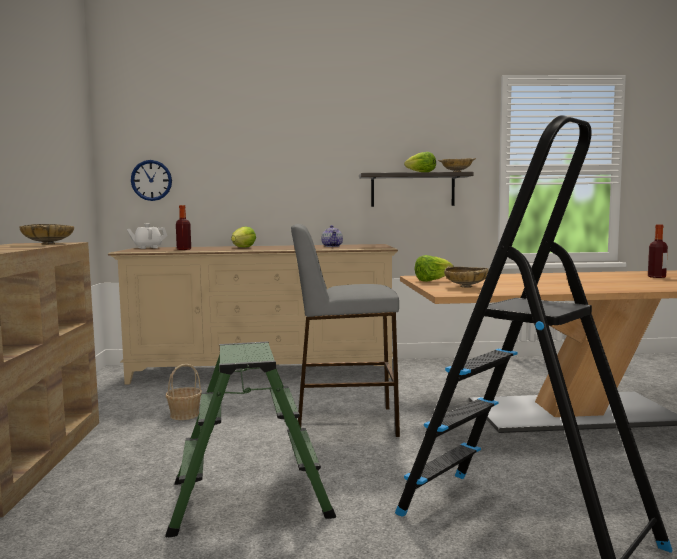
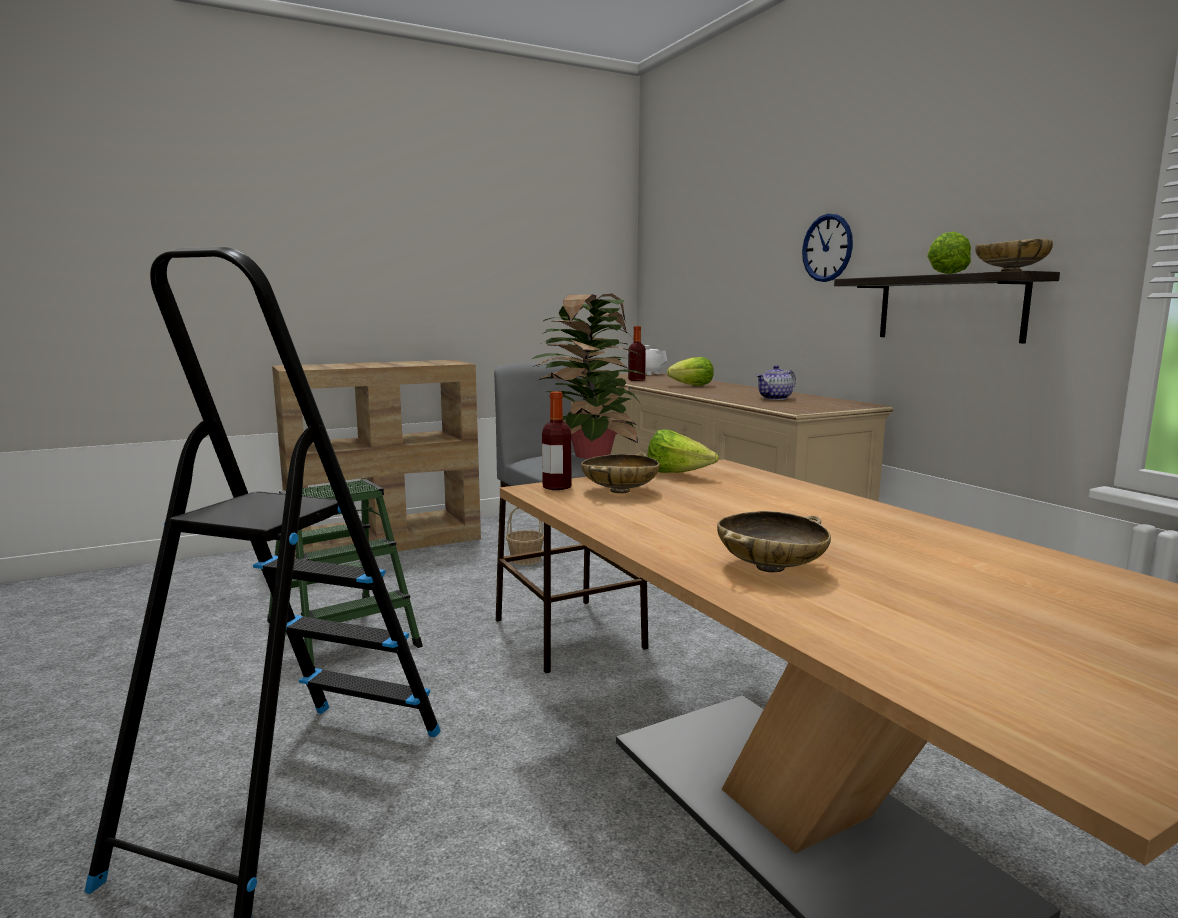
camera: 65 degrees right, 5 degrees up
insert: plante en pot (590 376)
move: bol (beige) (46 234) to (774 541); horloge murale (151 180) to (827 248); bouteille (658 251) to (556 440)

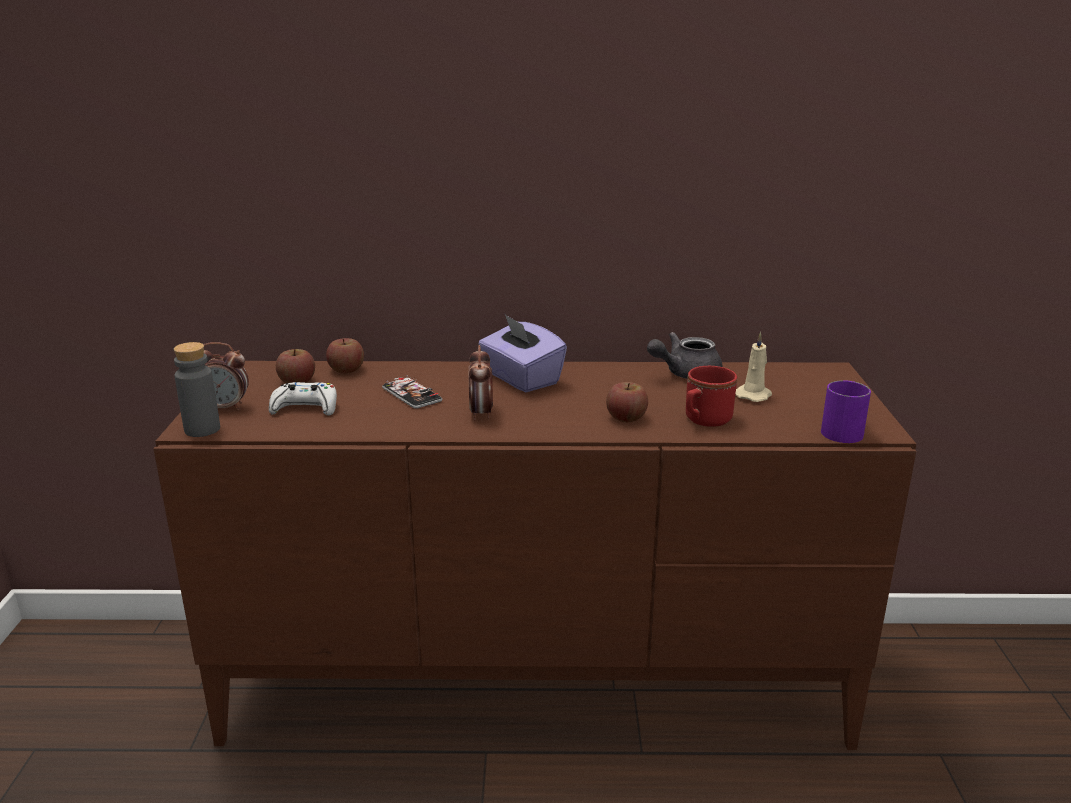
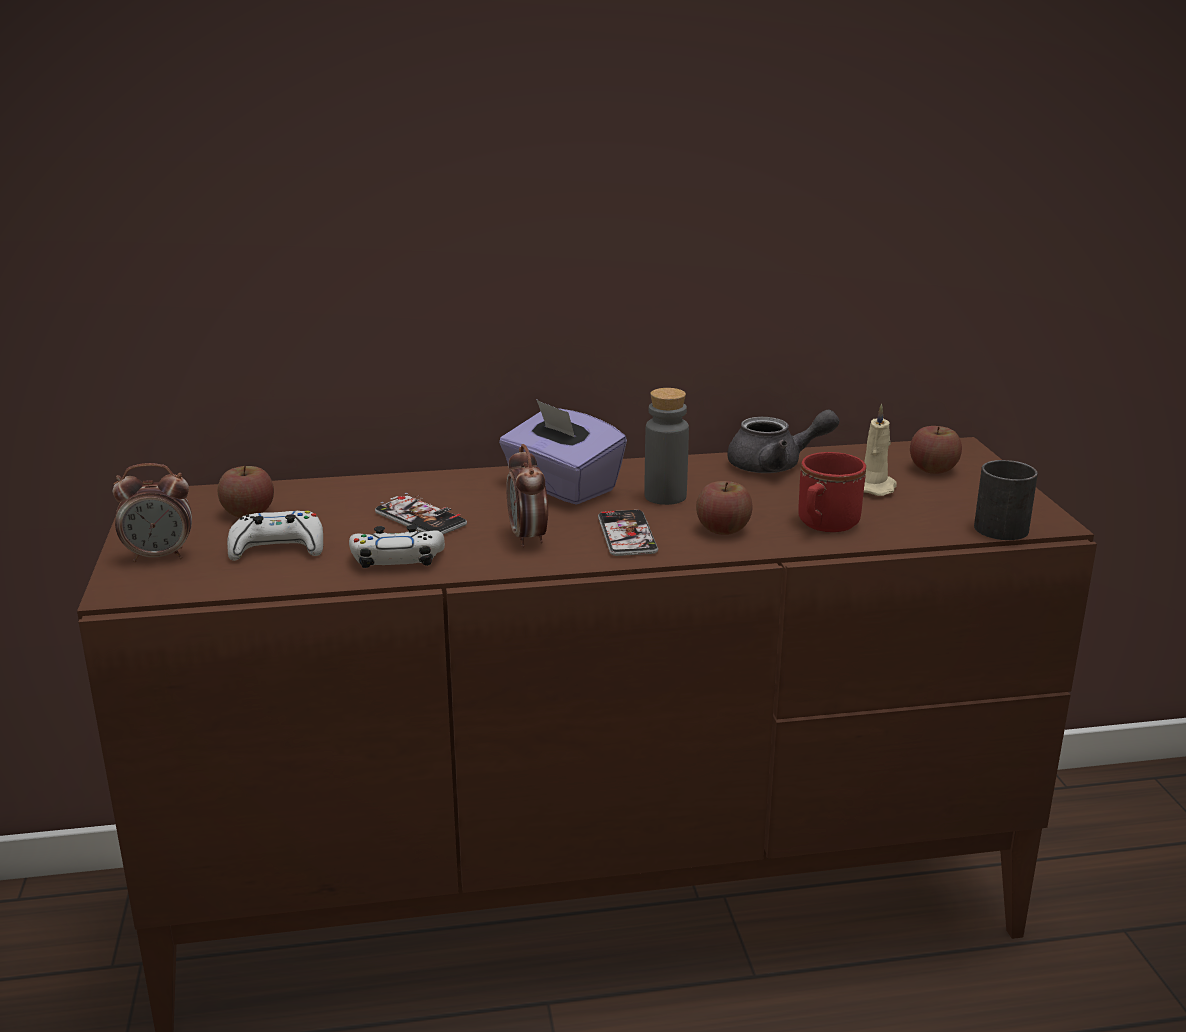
camera: 10 degrees left, 0 degrees up
insert: manette (blanc) (397 546); téléphone (628 532)
move: bouteille (gris) (197 389) to (666 446); pomme (345 356) to (936 450)
recolor: mug (violet) (846 411) to mug (noir) (1006 500)
rotate: théière (gris) (685 355) = (783 441) 150 degrees counterclockwise

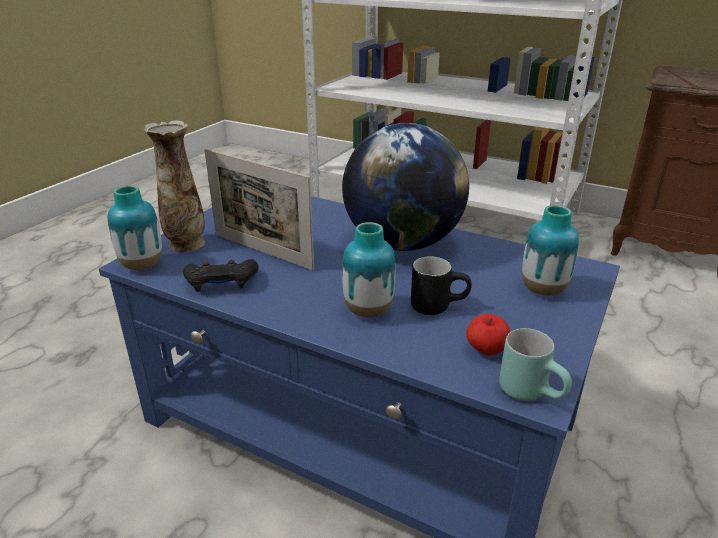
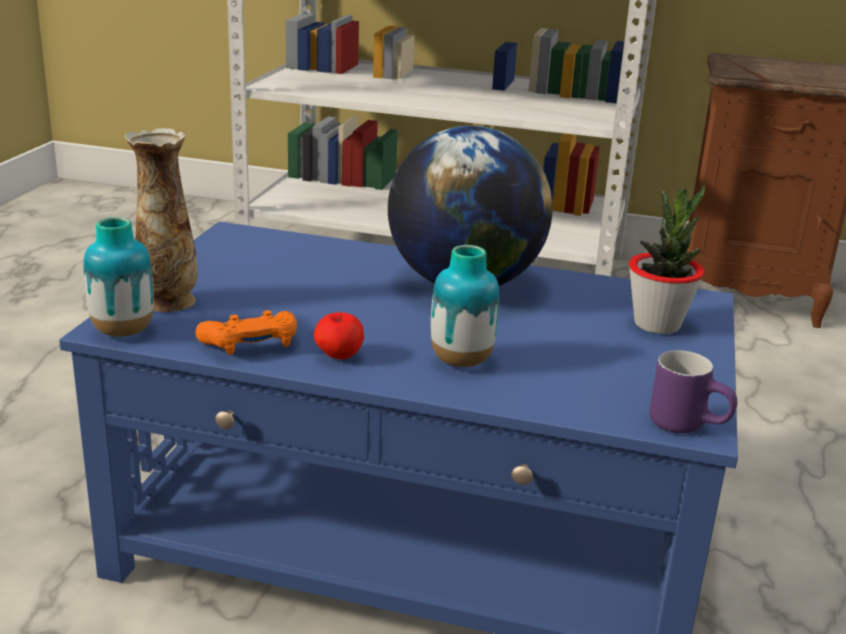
camera: 15 degrees left, 5 degrees down
delete: cadre photo (259 209); mug (noir) (441 285)
move: pomme (488 334) to (339 336)
replace: vase (550 250) to plante en pot (667 259)
recolor: manette (noir) (221 275) to manette (orange) (246 332); mug (turquoise) (535 364) to mug (violet) (693 391)

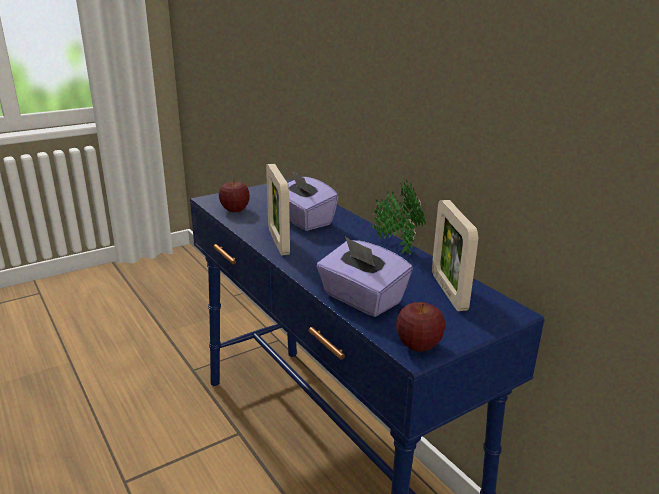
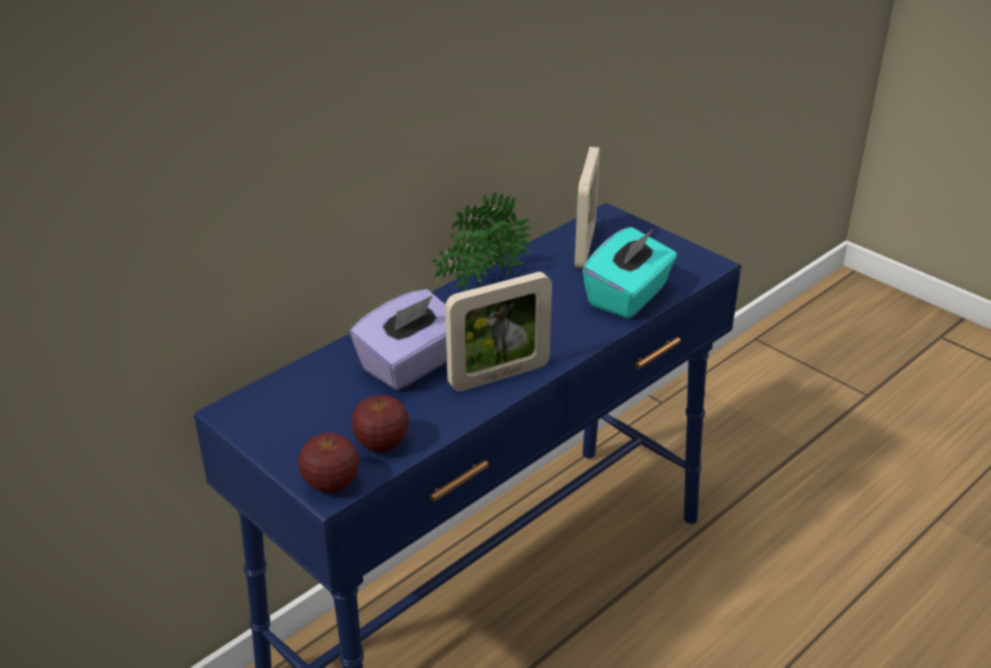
camera: 100 degrees left, 10 degrees up
move: pomme (420 327) to (329 463)
recolor: boîte à mouchoirs (violet) (364 277) to boîte à mouchoirs (turquoise) (630 273)
rotate: cadre photo (455 255) = (587 207) 60 degrees counterclockwise

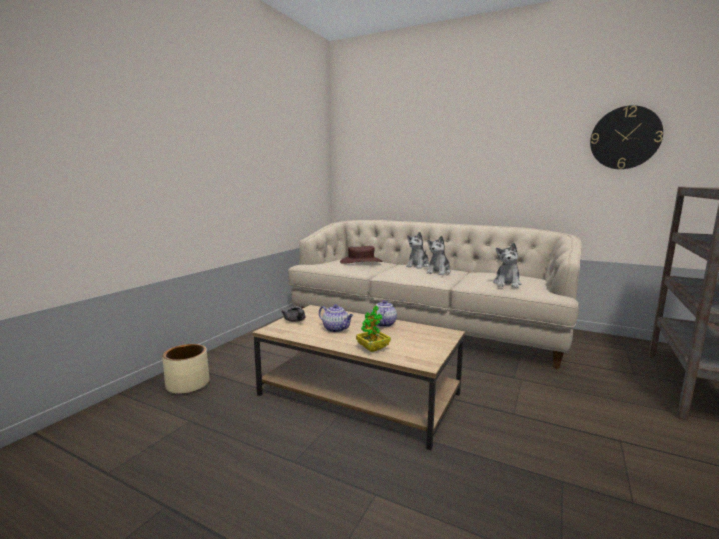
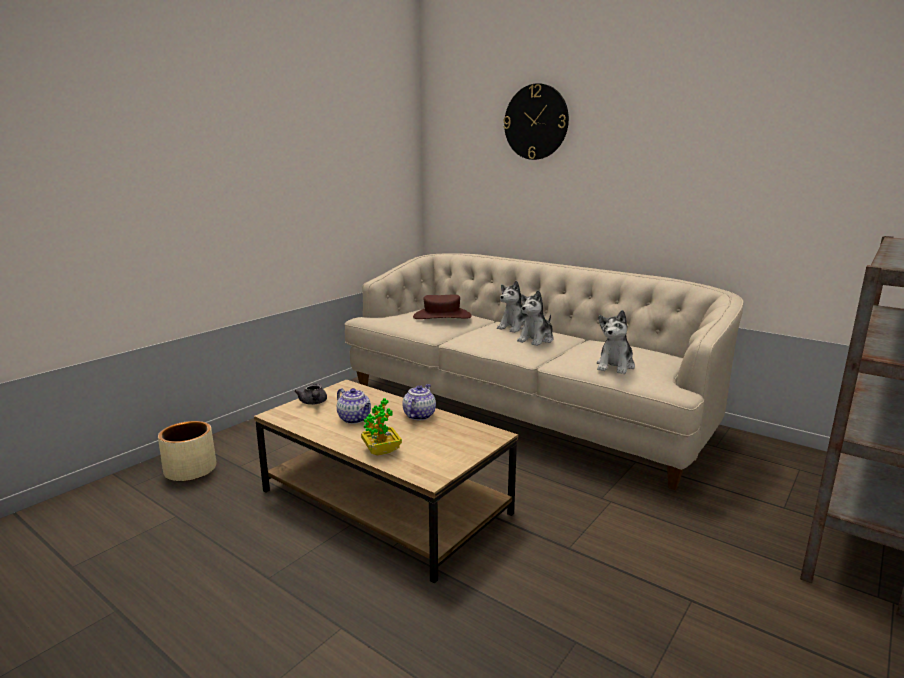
camera: 10 degrees right, 5 degrees up
move: horloge murale (626 137) to (536 121)

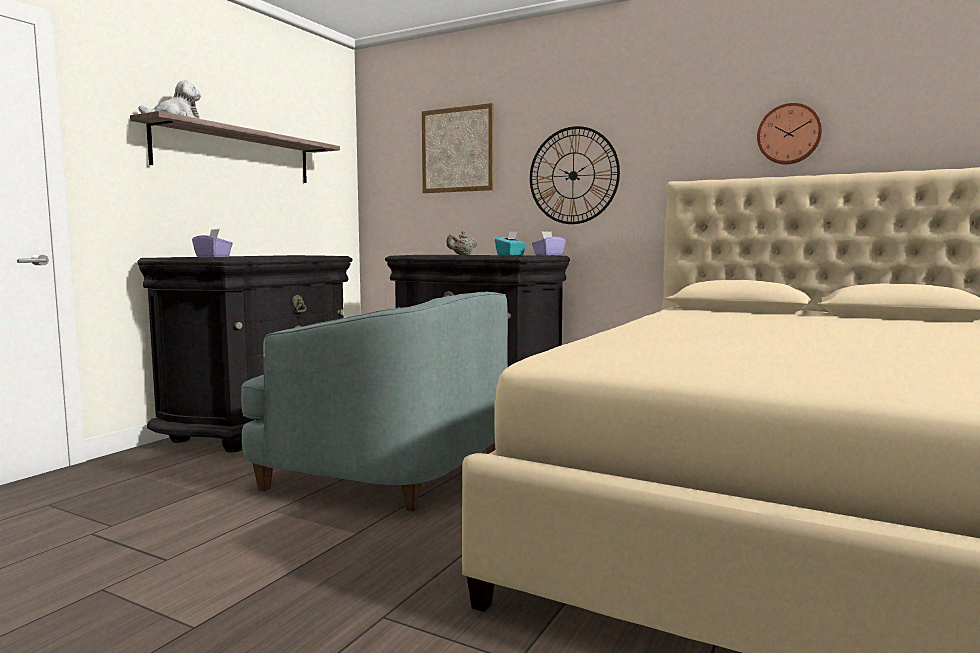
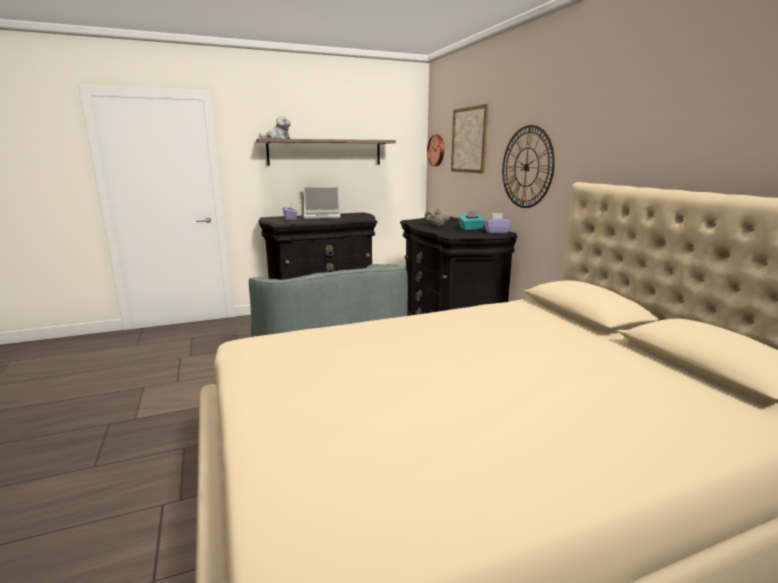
camera: 40 degrees right, 10 degrees up
insert: ordinateur portable (321 202)
move: horloge murale (789 133) to (435 150)

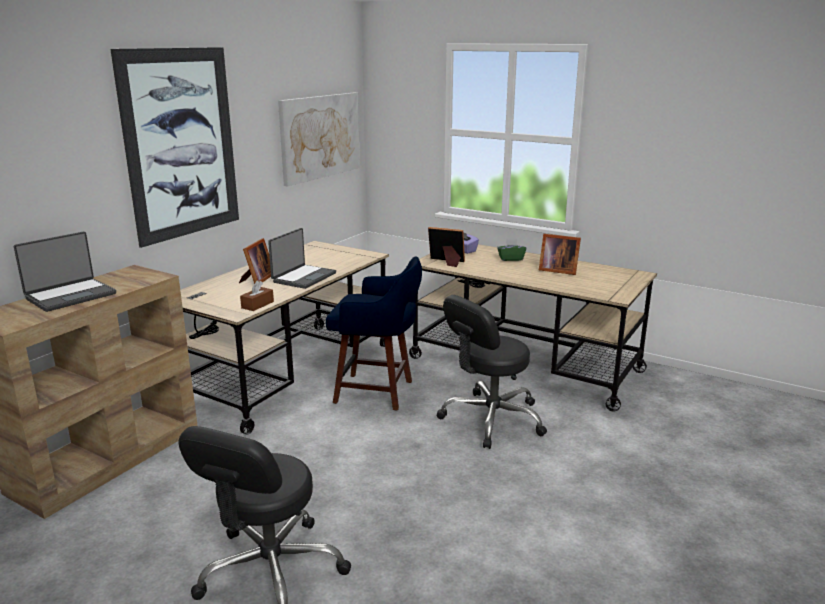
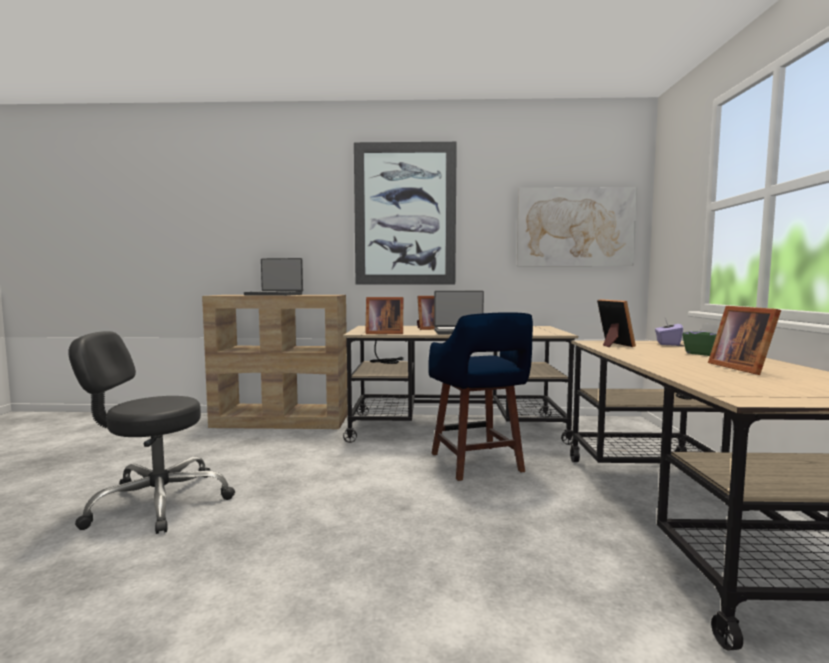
camera: 60 degrees right, 15 degrees down
delete: chaise de bureau (noir) (492 372)
replace: boîte à mouchoirs (marron) (257 296) to cadre photo (384 315)

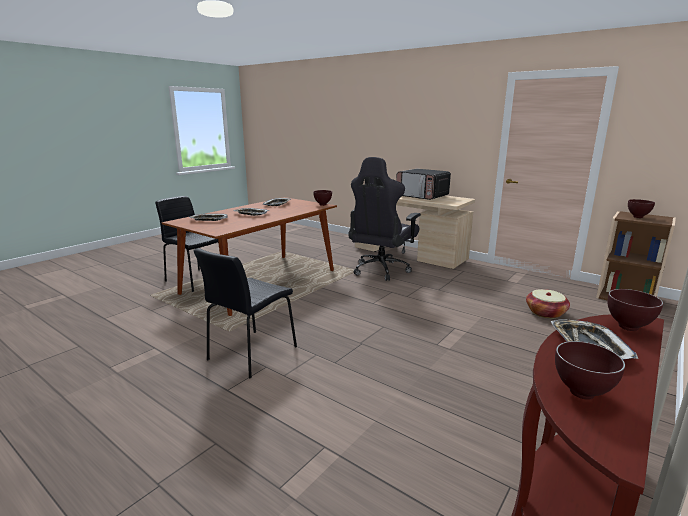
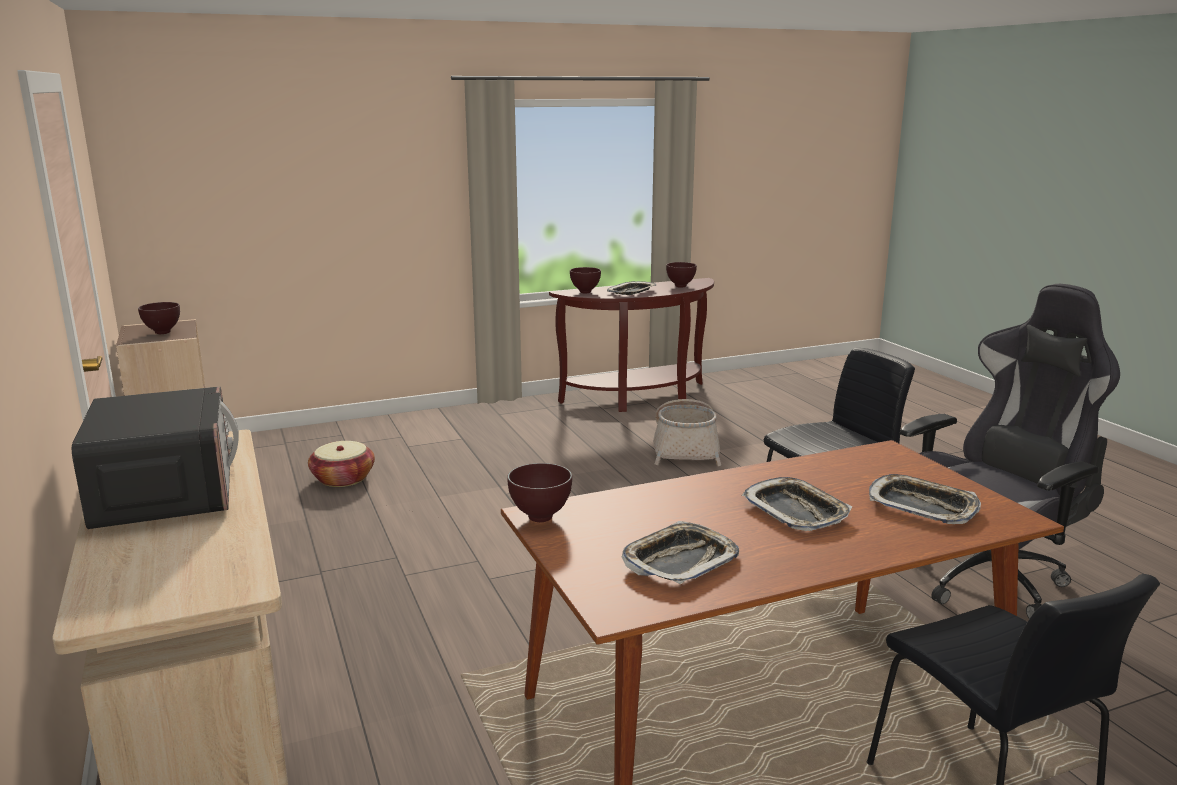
camera: 150 degrees left, 0 degrees up
insert: panier (687 432)
move: chaise de bureau (noir) (384 219) to (1010 451)

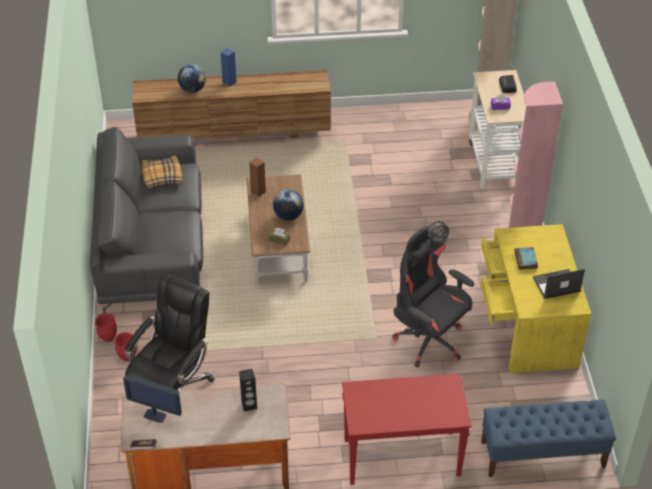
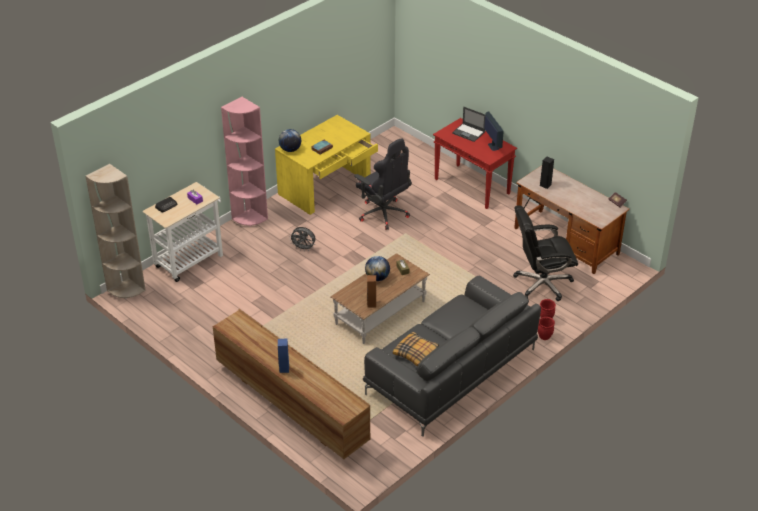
camera: 130 degrees left, 5 degrees down
delete: banc (bleu) (548 438)
move: écran d'ordinateur (152 399) to (494 131); globe (192 78) to (290 140); ordinateur portable (559 284) to (468 124)
rotate: chaise de bureau (noir) (433 297) = (383 184) 45 degrees counterclockwise

